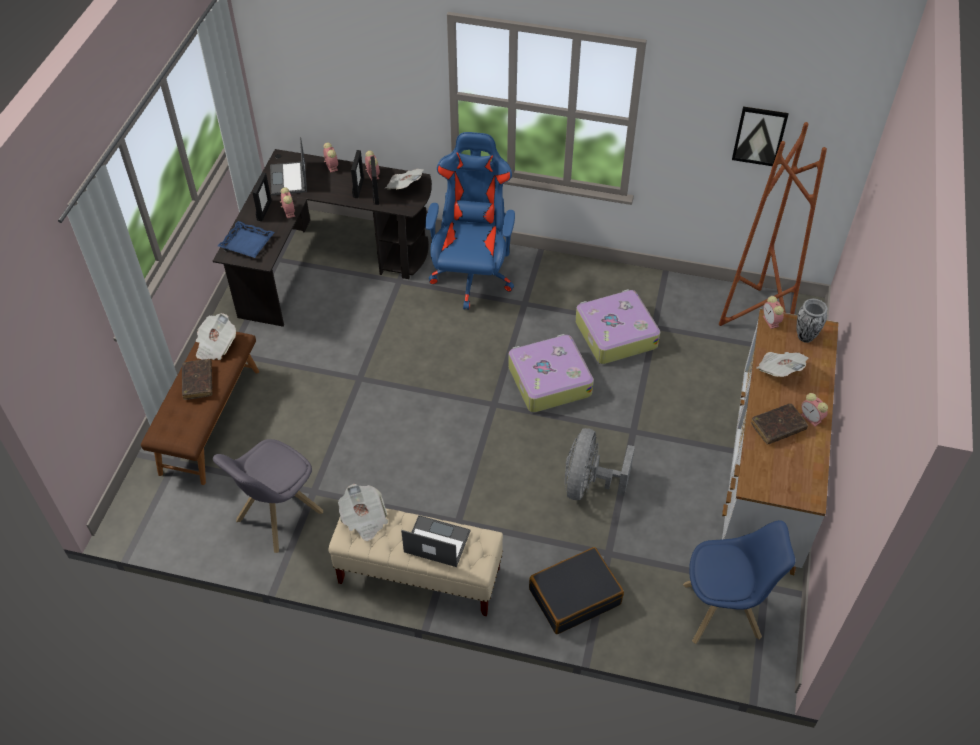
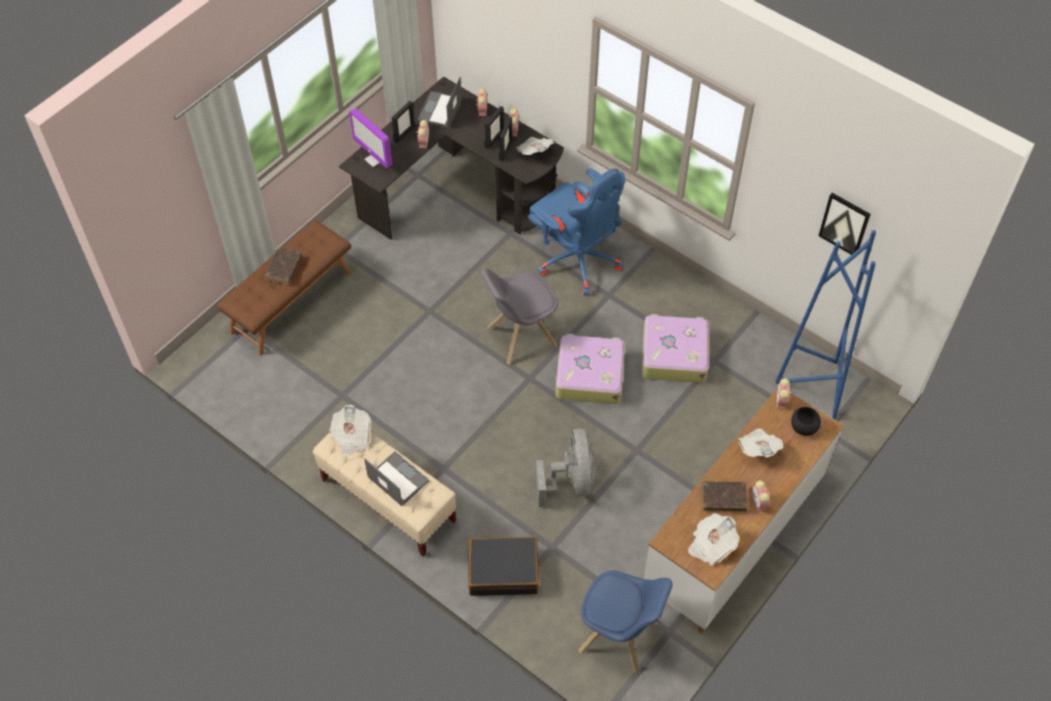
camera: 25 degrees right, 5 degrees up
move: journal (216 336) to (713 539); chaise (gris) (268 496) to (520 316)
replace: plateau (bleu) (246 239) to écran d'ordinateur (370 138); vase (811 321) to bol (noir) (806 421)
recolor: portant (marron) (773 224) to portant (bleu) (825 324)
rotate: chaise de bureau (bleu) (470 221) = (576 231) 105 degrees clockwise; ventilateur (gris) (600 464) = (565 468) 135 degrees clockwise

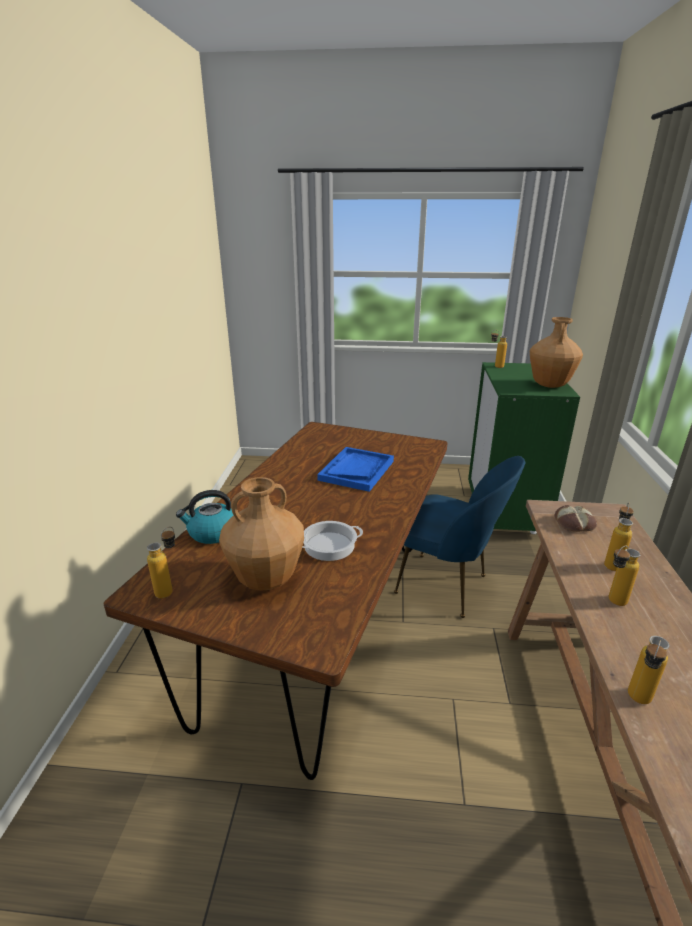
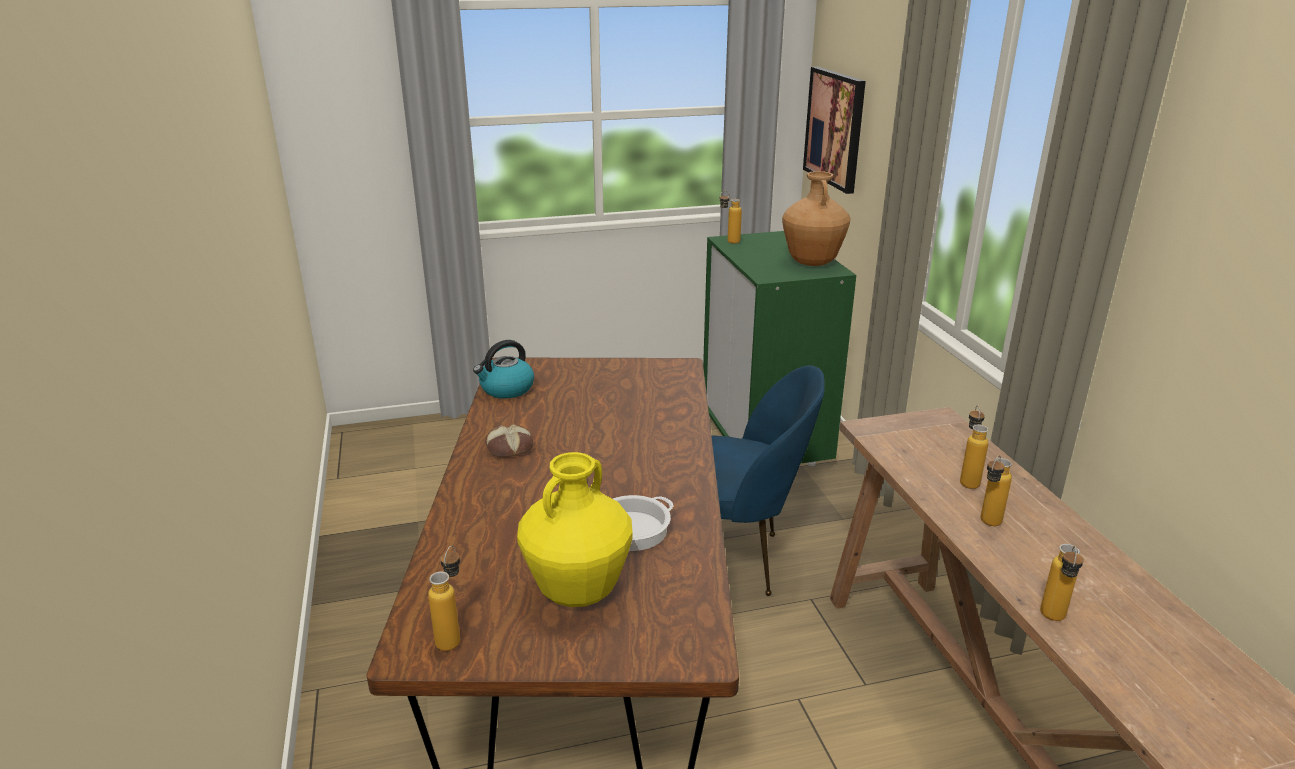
camera: 20 degrees left, 0 degrees up
delete: plateau (bleu) (355 469)
insert: tableau (834 130)
move: bouilloire (204 517) to (503 369); pain (576 518) to (509 440)
recolor: vase (marron) (261 534) to vase (jaune) (575 529)

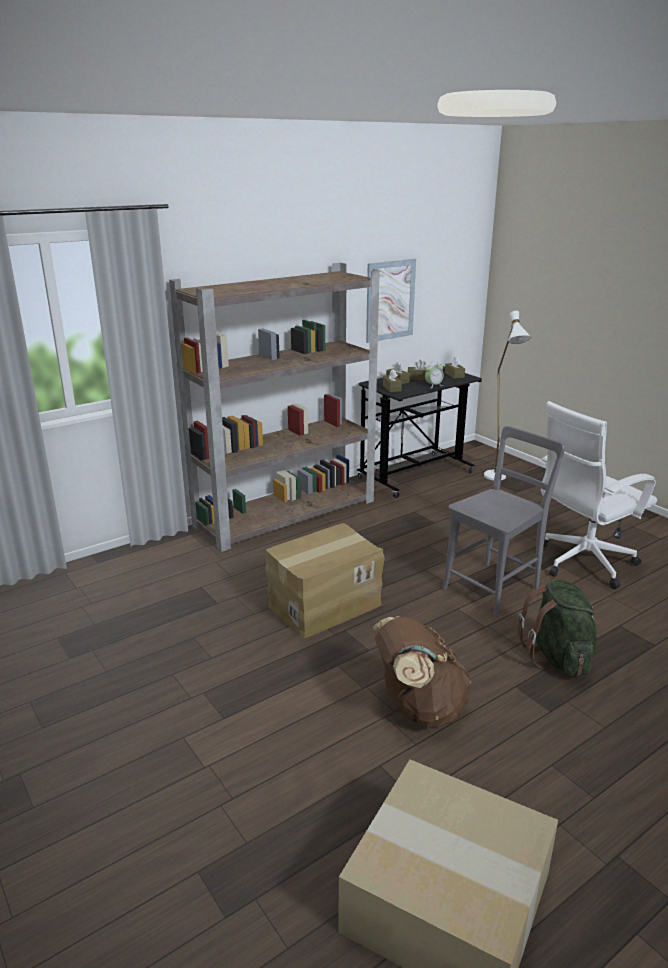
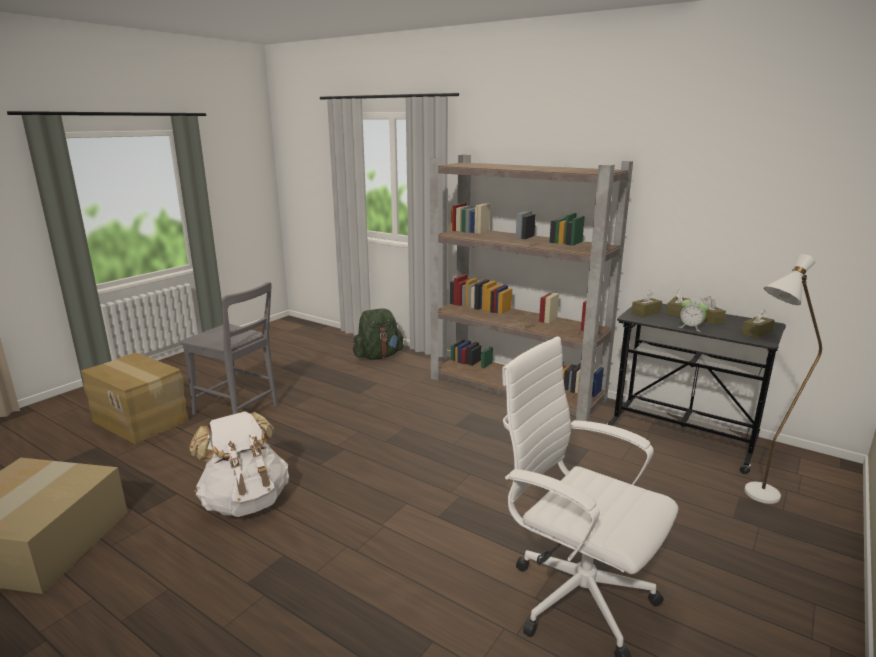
camera: 70 degrees right, 5 degrees down
delete: tableau (391 301)
move: carton (325 581) to (135 398); chaise (gris) (503 521) to (228 348); sac à dos (vert) (558 628) to (378 334)
recolor: sac à dos (marron) (422 671) to sac à dos (blanc) (239 464)

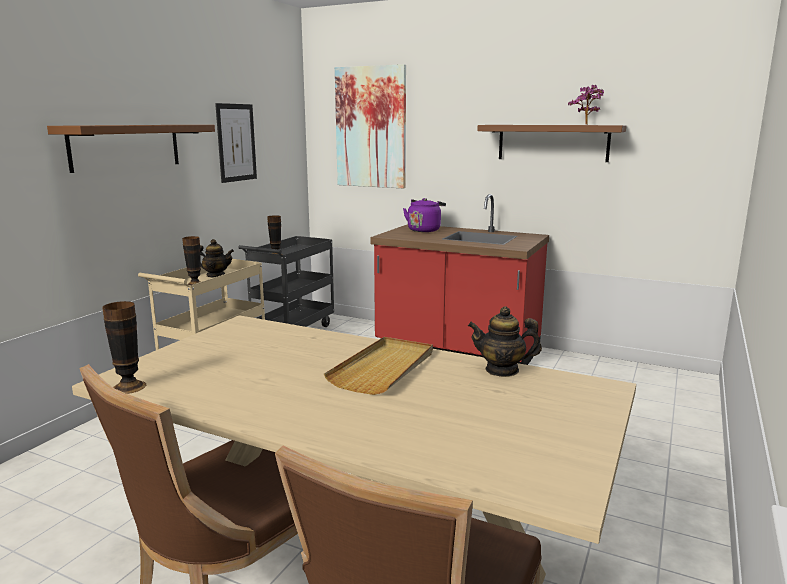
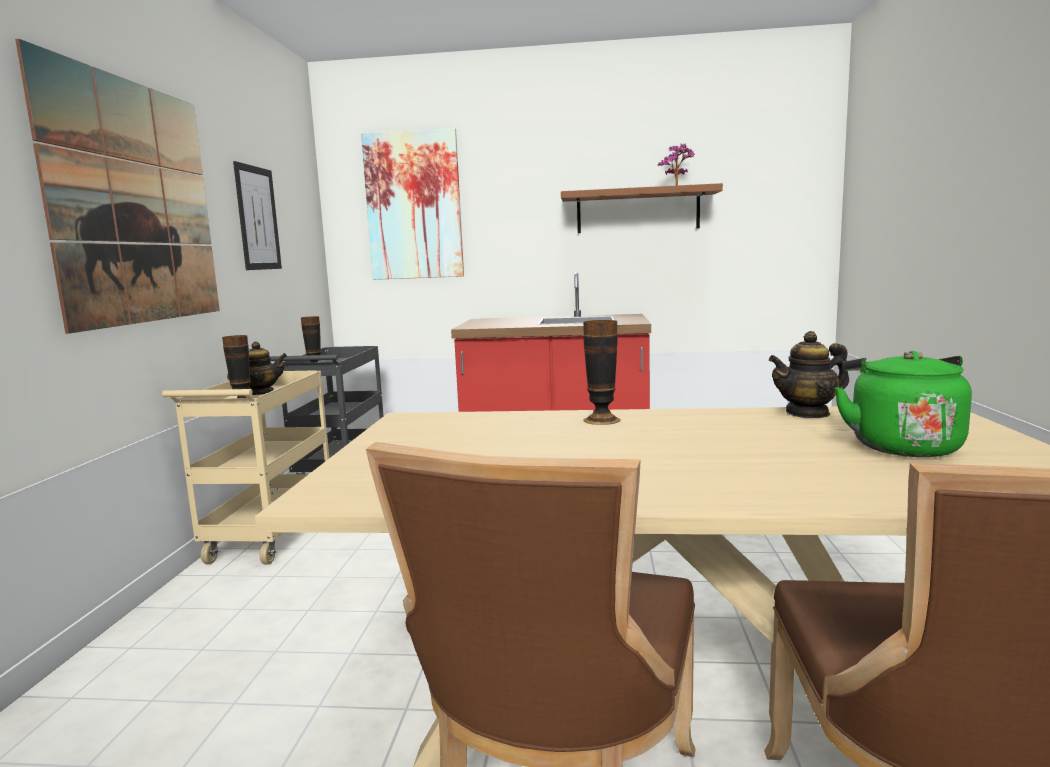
camera: 20 degrees left, 5 degrees down
delete: plateau (beige) (378 366); bouilloire (violet) (424 215)
insert: bouilloire (vert) (903 404)
move: vase (124 347) to (602 372)
replace: étagère (marron) (131 149) to tableau (117 186)

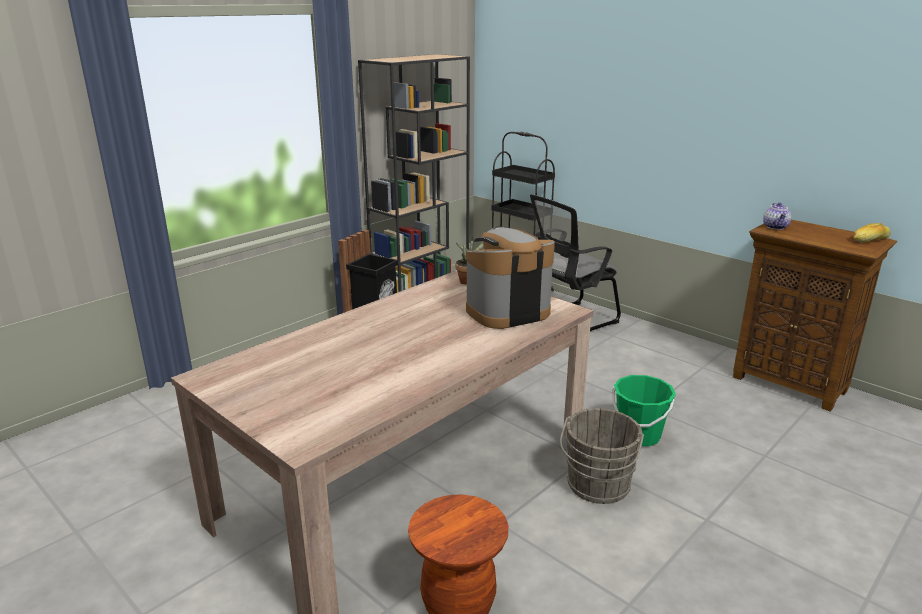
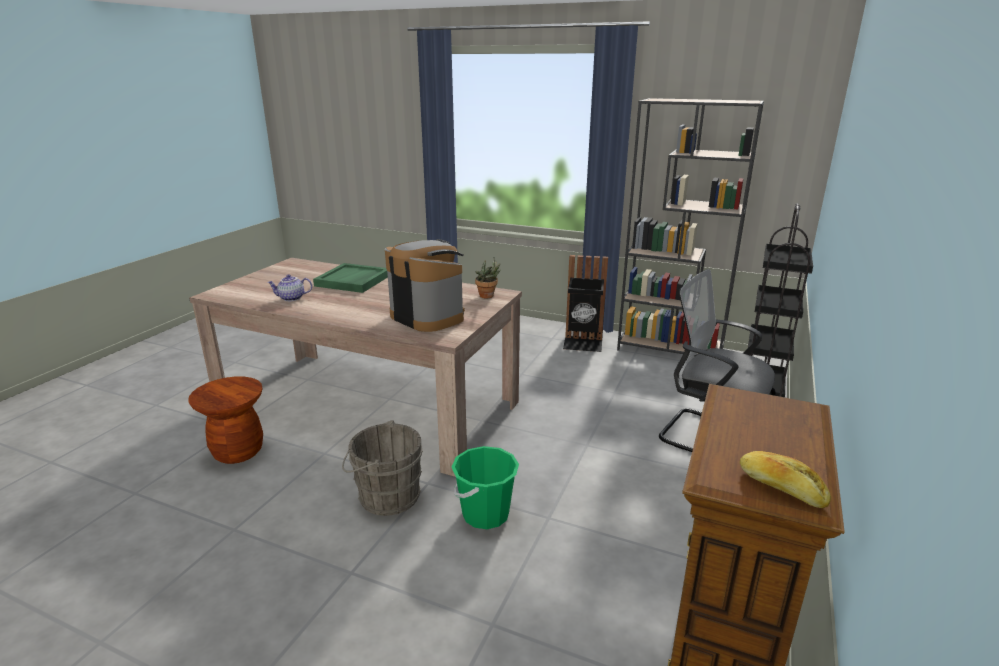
camera: 70 degrees right, 0 degrees up
insert: plateau (vert) (350 278)
move: théière (777 216) to (289 287)

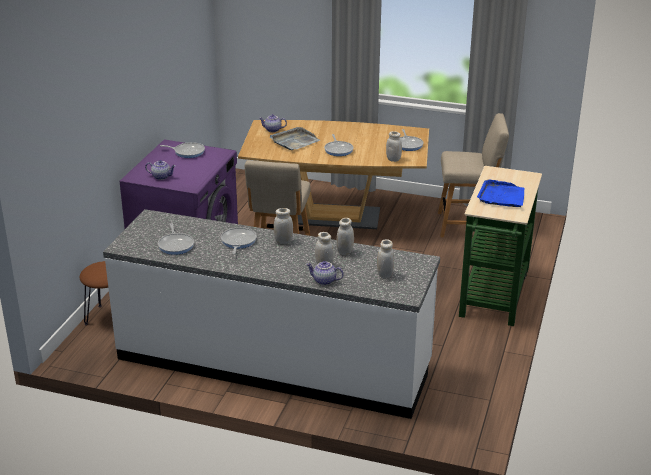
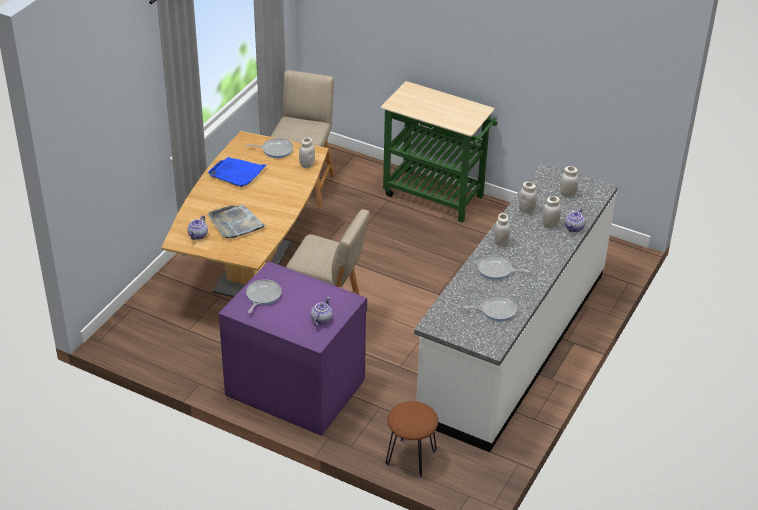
camera: 80 degrees left, 10 degrees up
delete: poêle (339 145)
move: plateau (bleu) (500 193) to (237 172)

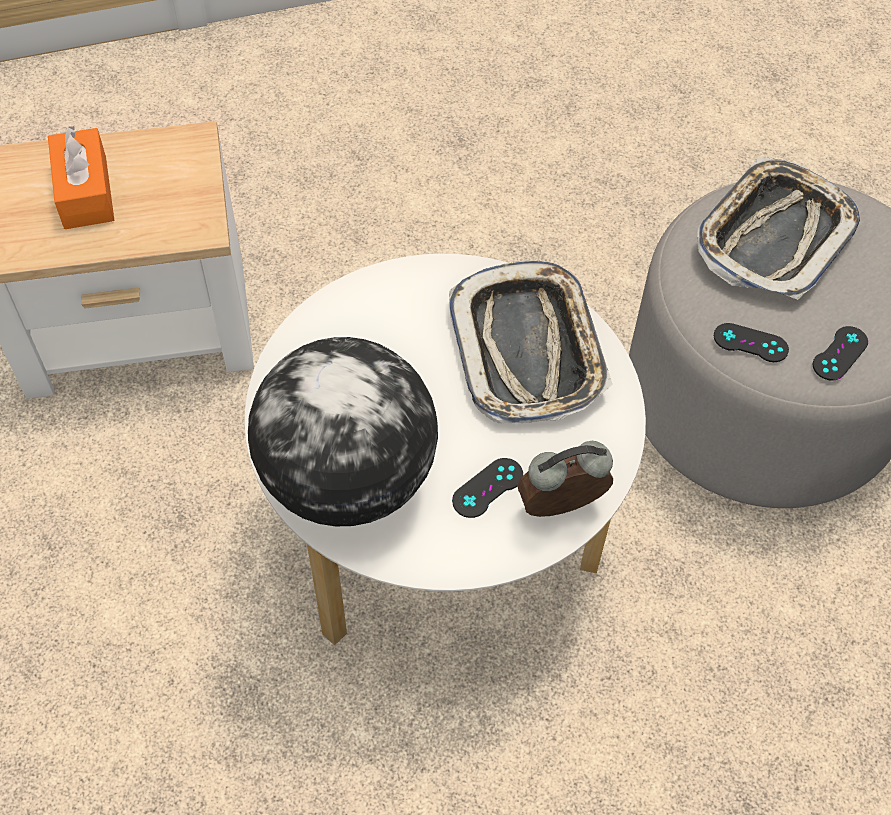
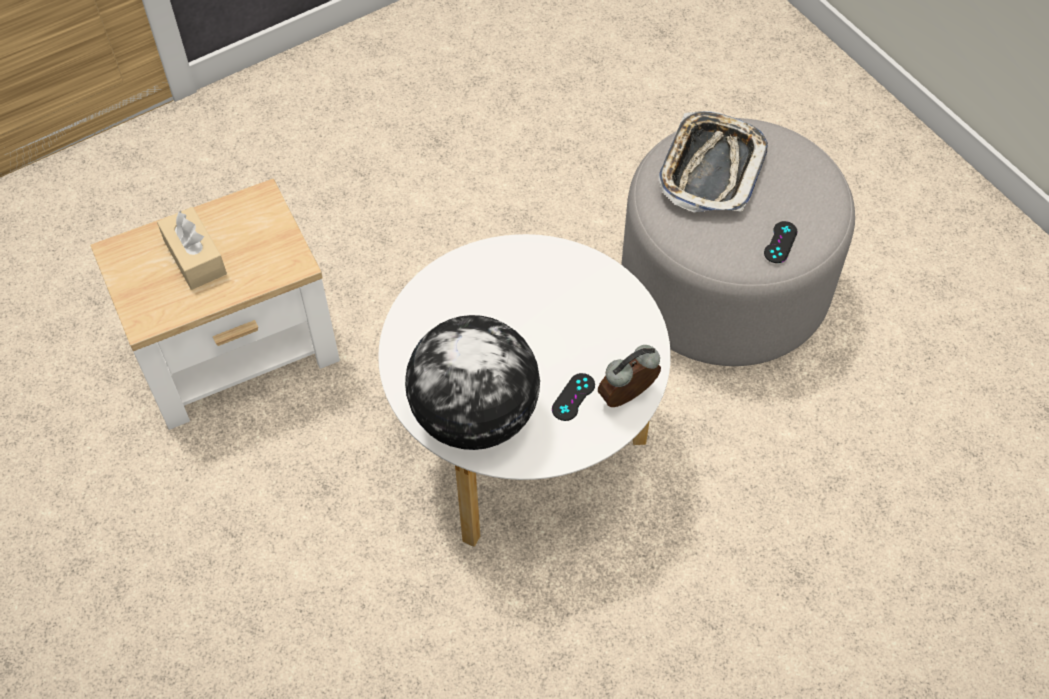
camera: 15 degrees left, 0 degrees up
delete: plateau (530 341); manette (noir) (751 342)
recolor: boîte à mouchoirs (orange) (81 177) to boîte à mouchoirs (beige) (192 248)

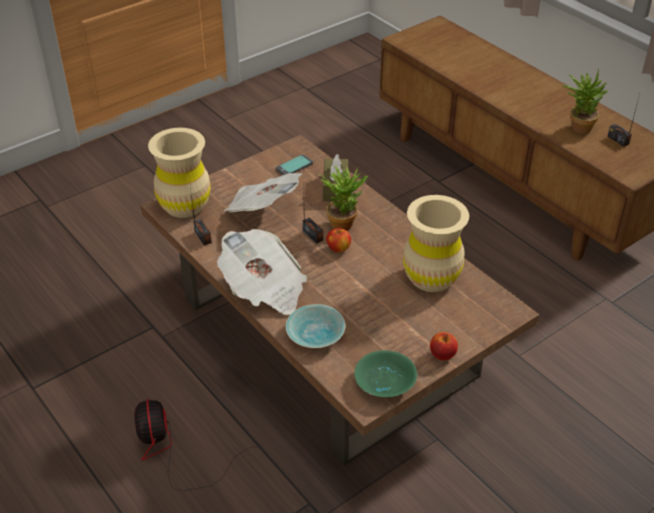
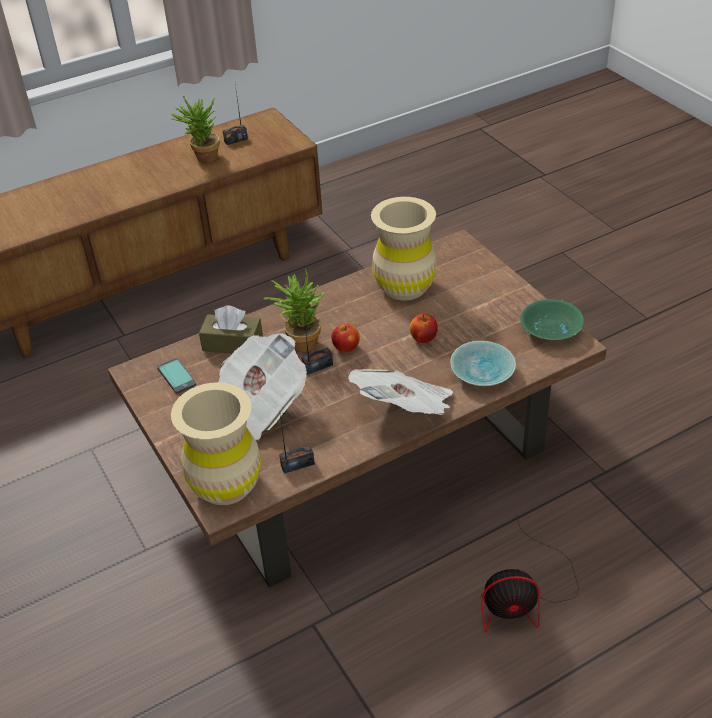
camera: 80 degrees left, 0 degrees up
move: pomme (444 346) to (424 328)

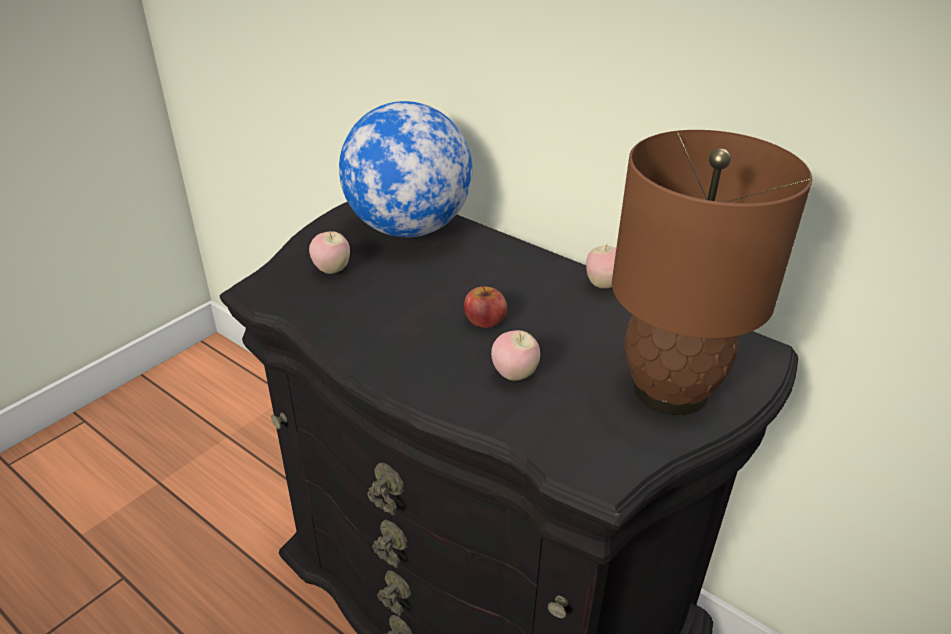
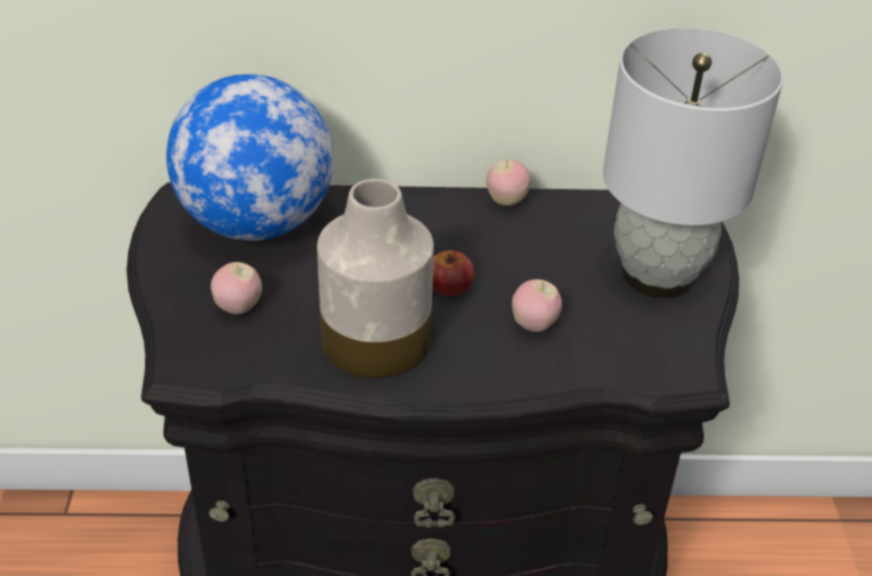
camera: 40 degrees left, 5 degrees up
insert: vase (beige) (375 278)
recolor: lampe de table (marron) (712 272) to lampe de table (blanc) (693 163)

